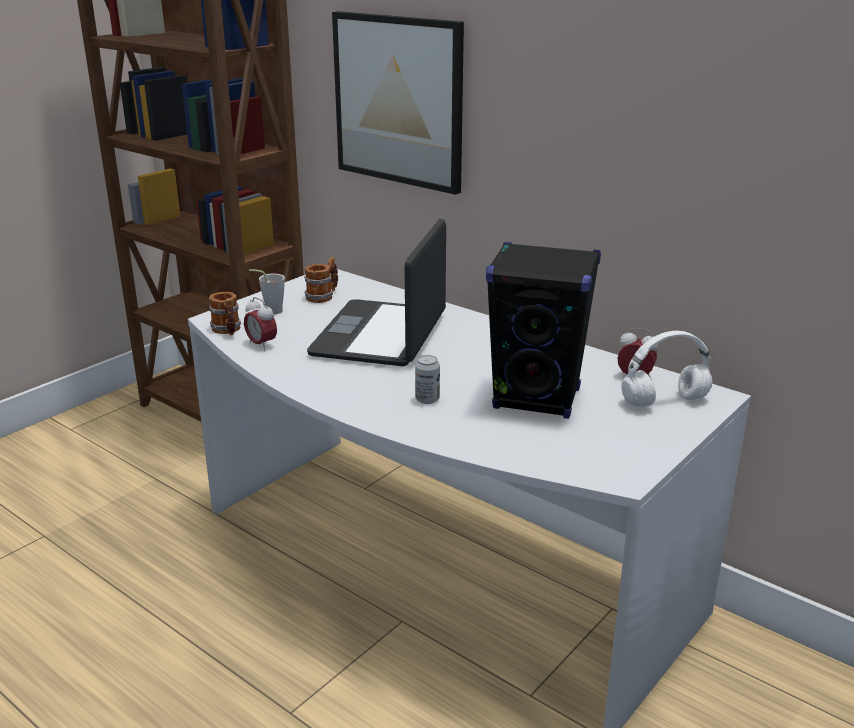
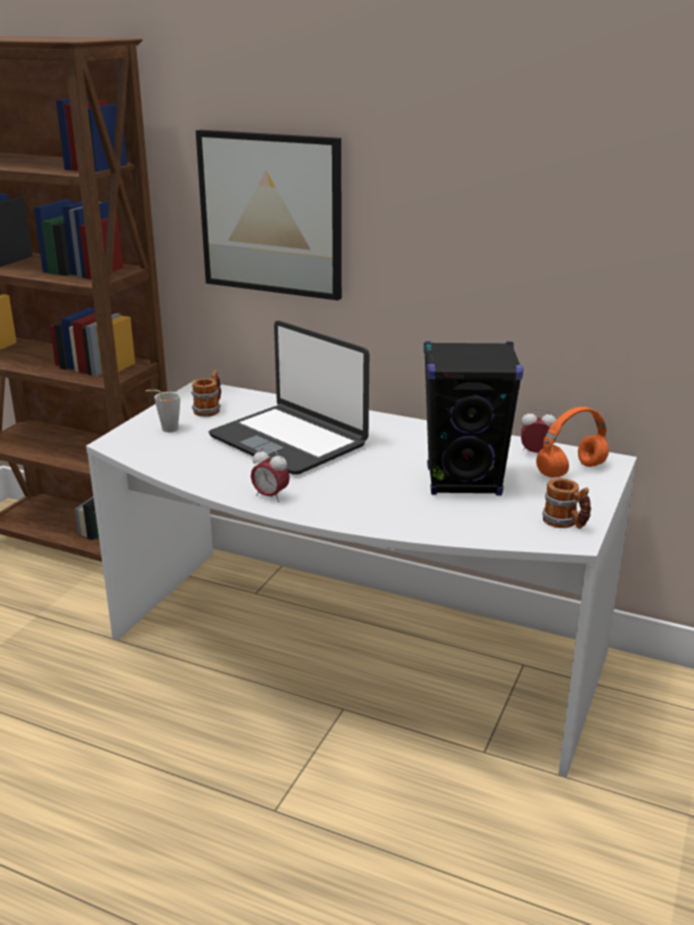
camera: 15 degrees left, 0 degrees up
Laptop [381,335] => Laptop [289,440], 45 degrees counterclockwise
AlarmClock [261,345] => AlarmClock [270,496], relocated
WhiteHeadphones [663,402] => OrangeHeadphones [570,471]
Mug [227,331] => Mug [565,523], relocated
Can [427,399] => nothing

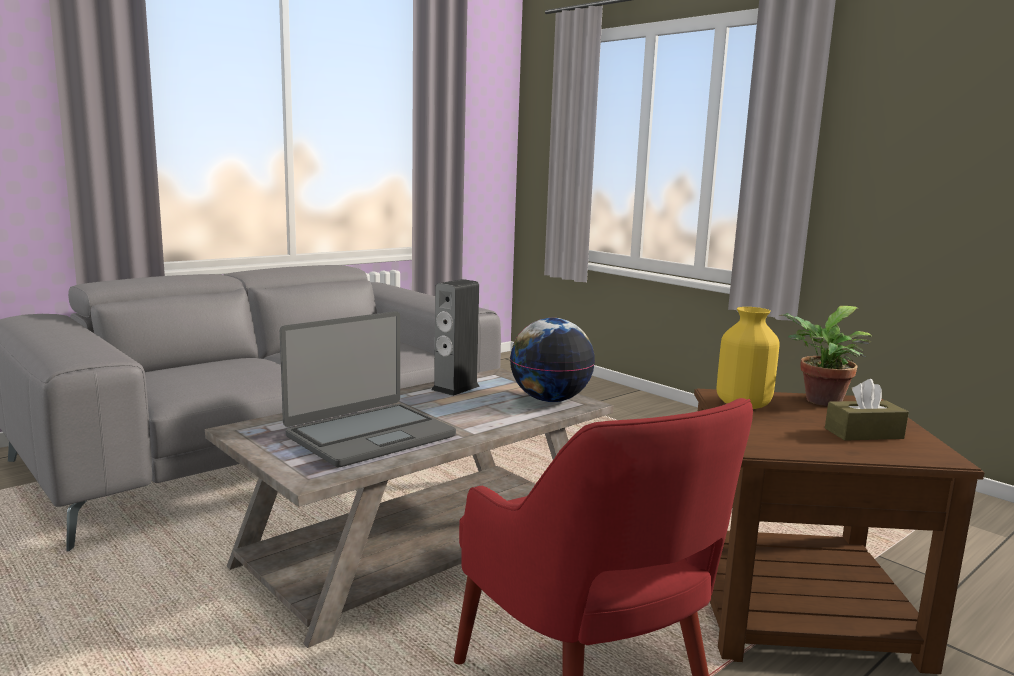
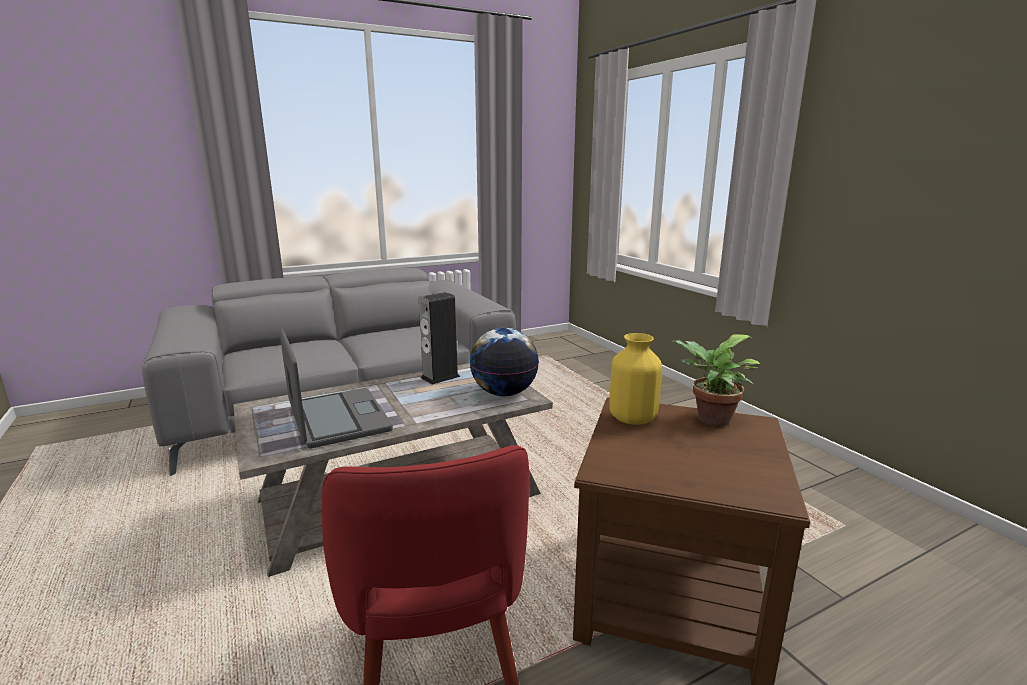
camera: 15 degrees right, 5 degrees up
Laptop [369,435] => Laptop [337,419], 90 degrees counterclockwise
BrownTissueBox [863,433] => nothing

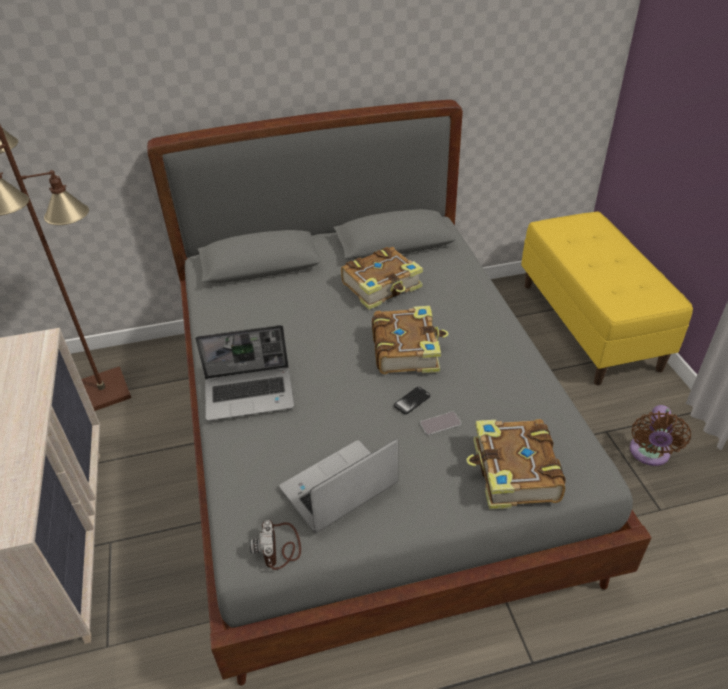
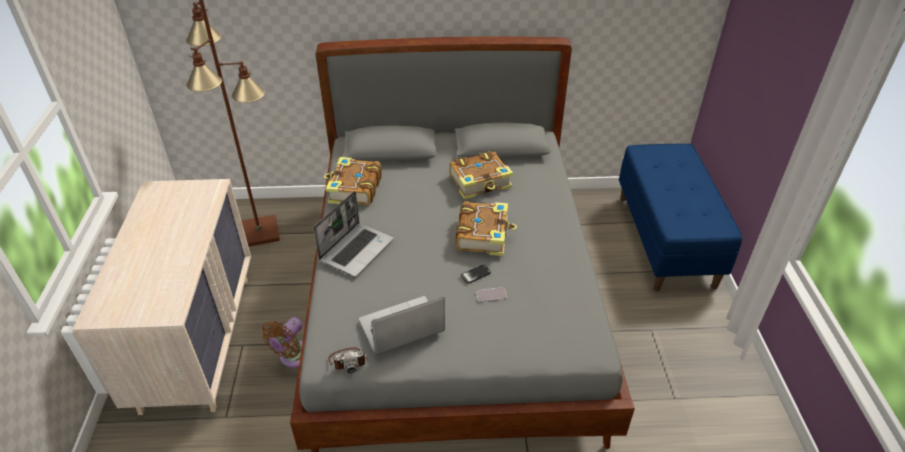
camera: 10 degrees right, 0 degrees up
BrownFan [649,454] => BrownFan [293,357], relocated
Laptop [250,394] => Laptop [356,249], 60 degrees counterclockwise
Book [513,473] => Book [354,189], relocated
PhotoCamera [279,547] => PhotoCamera [348,360], 105 degrees counterclockwise
YellowBench [589,325] => BlueBench [666,240]

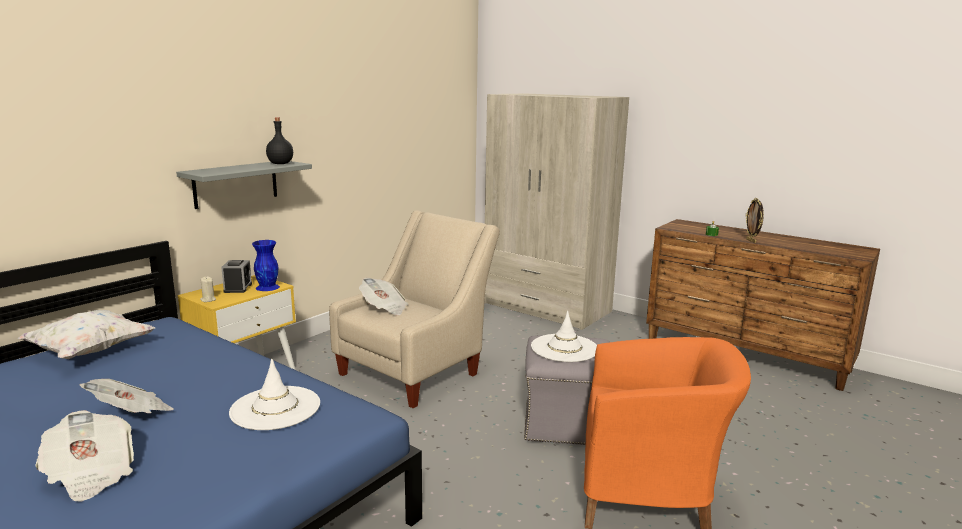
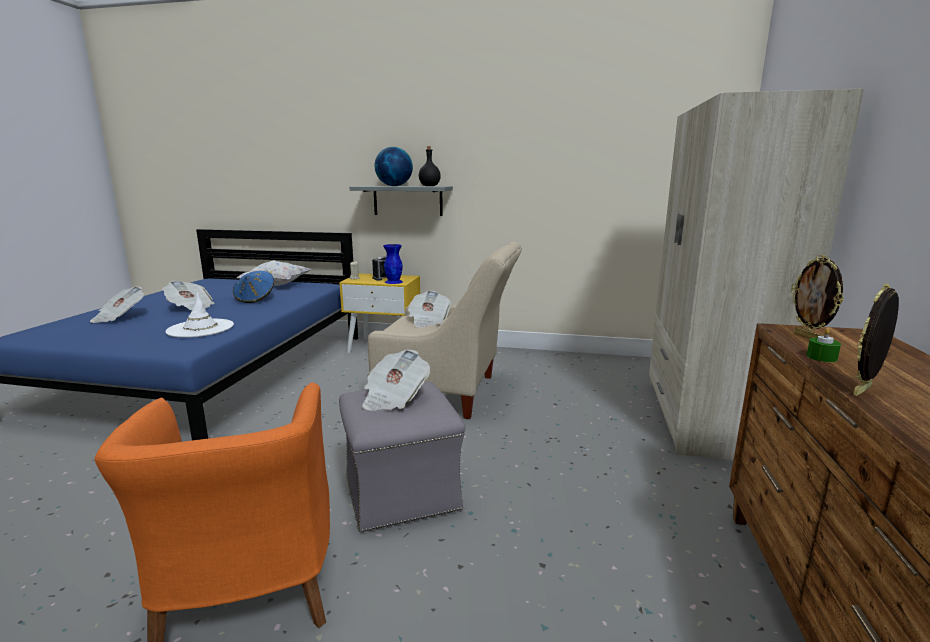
camera: 65 degrees right, 0 degrees up
nothing => BlueHat [255,299]
WhiteHat [564,348] => Newspaper [394,398]
nothing => Globe [394,186]
nothing => PictureFrame [808,337]

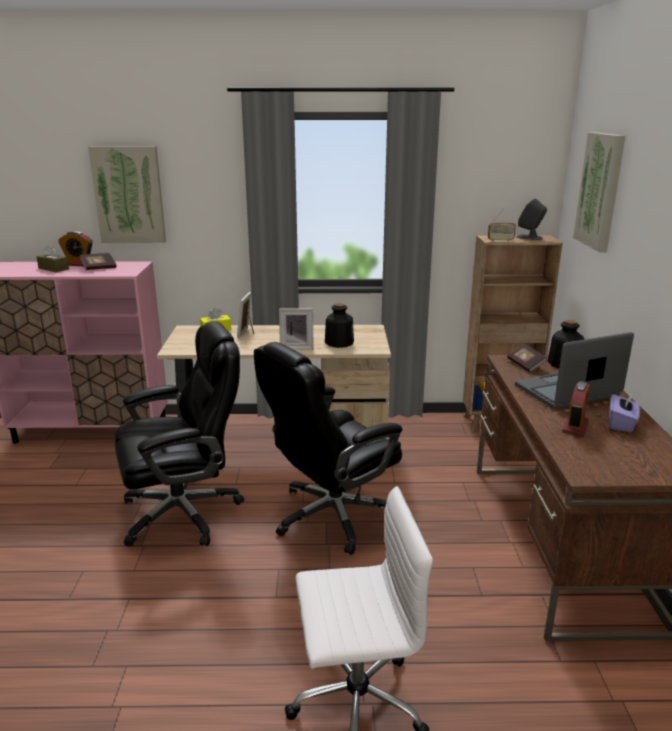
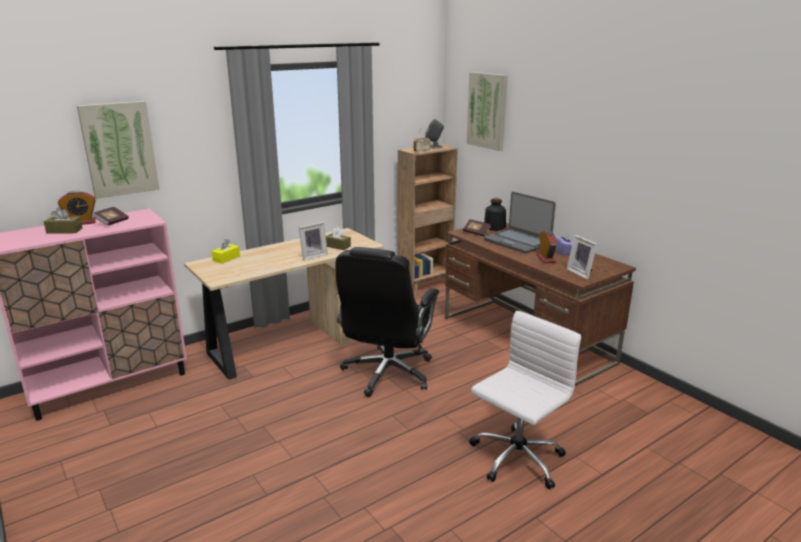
camera: 35 degrees left, 0 degrees up
Bottle [338,342] => BrownTissueBox [337,246]
Laptop [568,391] => Laptop [517,242], 75 degrees counterclockwise
PictureFrame [248,333] => PictureFrame [581,273], relocated
BlackOfficeChair [184,512] => nothing

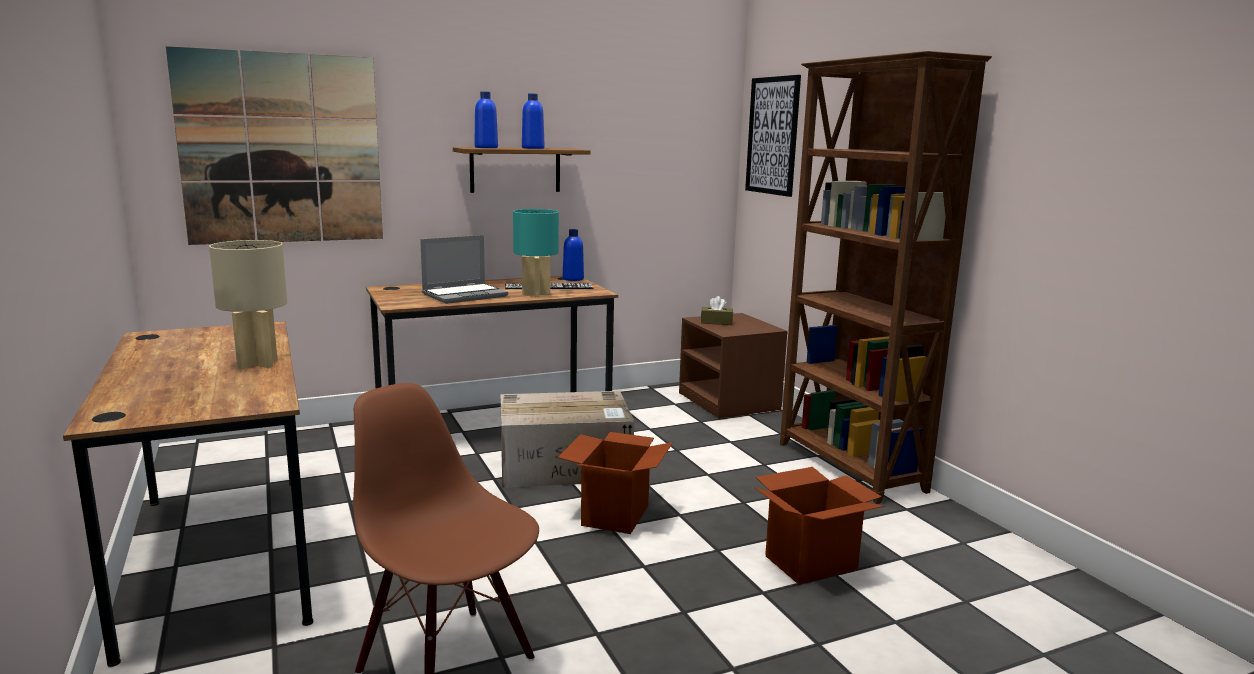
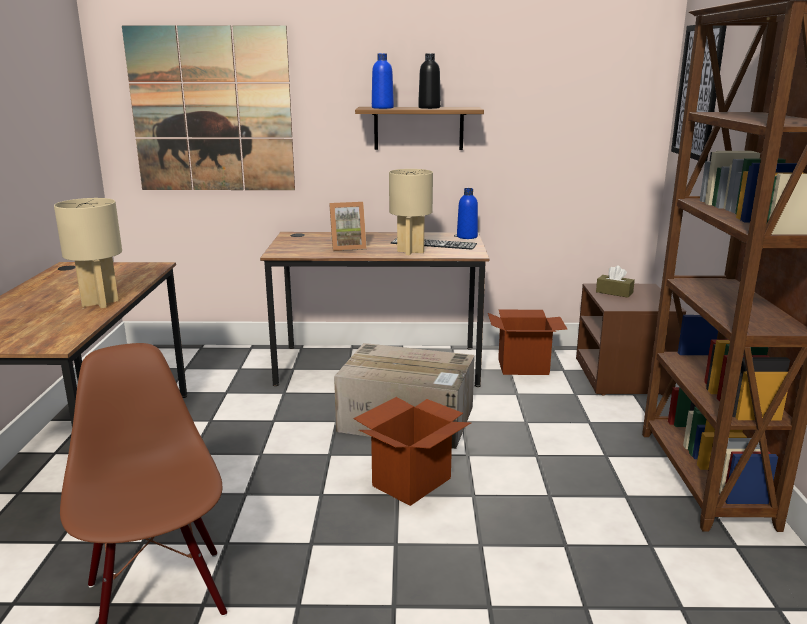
camera: 25 degrees right, 5 degrees up
Laptop [465,295] => PictureFrame [347,247]
TurquoiseTableLamp [535,294] => BeigeTableLamp [410,252]
BlueBottle [533,148] => BlackBottle [429,108]
CardboardBox [811,563] => CardboardBox [523,367], relocated

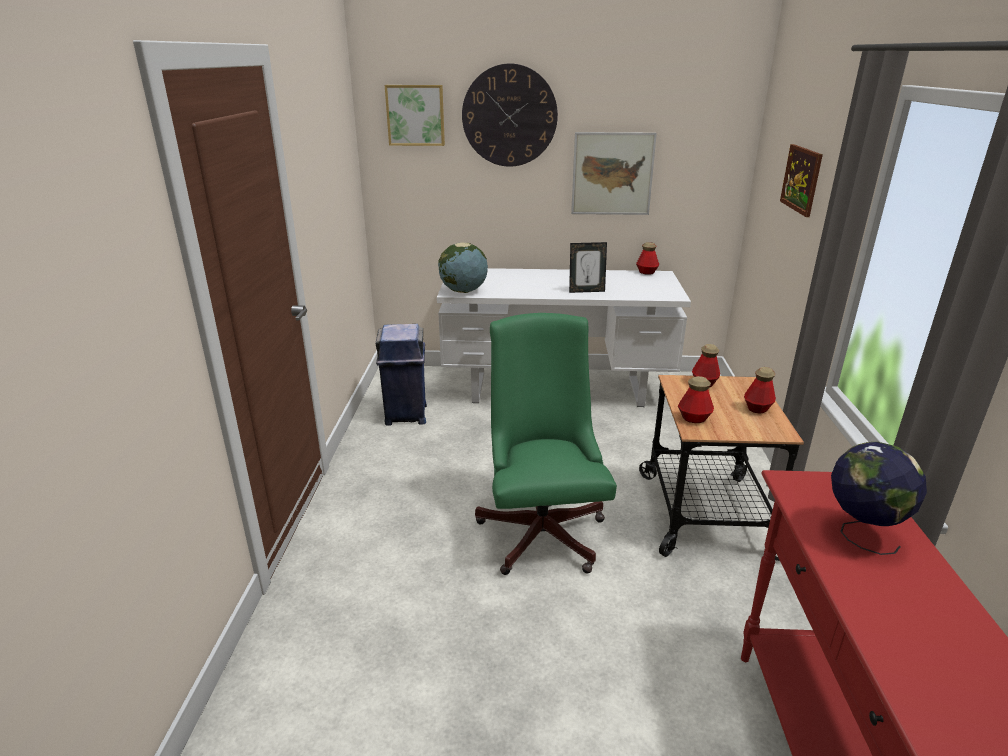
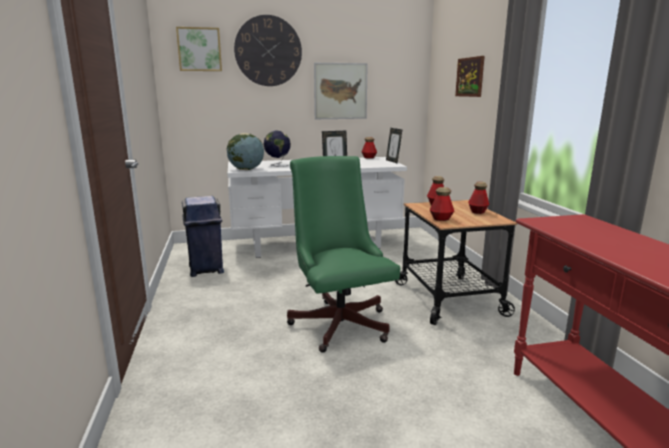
camera: 15 degrees left, 10 degrees down
Globe [861,534] => Globe [277,165], relocated
nothing => PictureFrame [393,161]

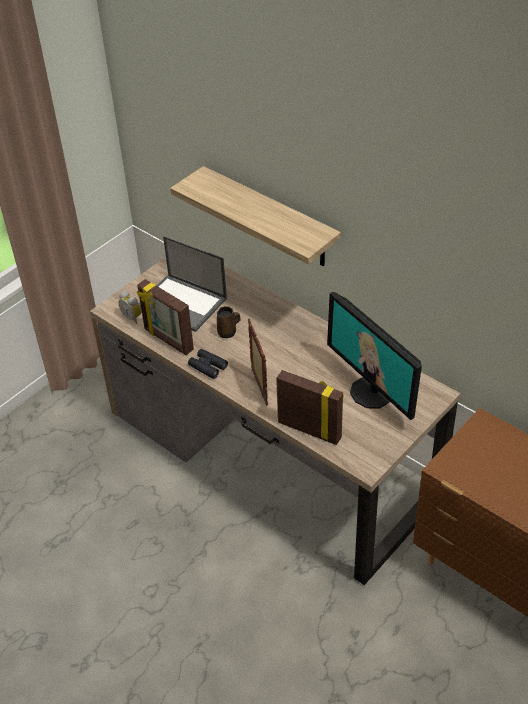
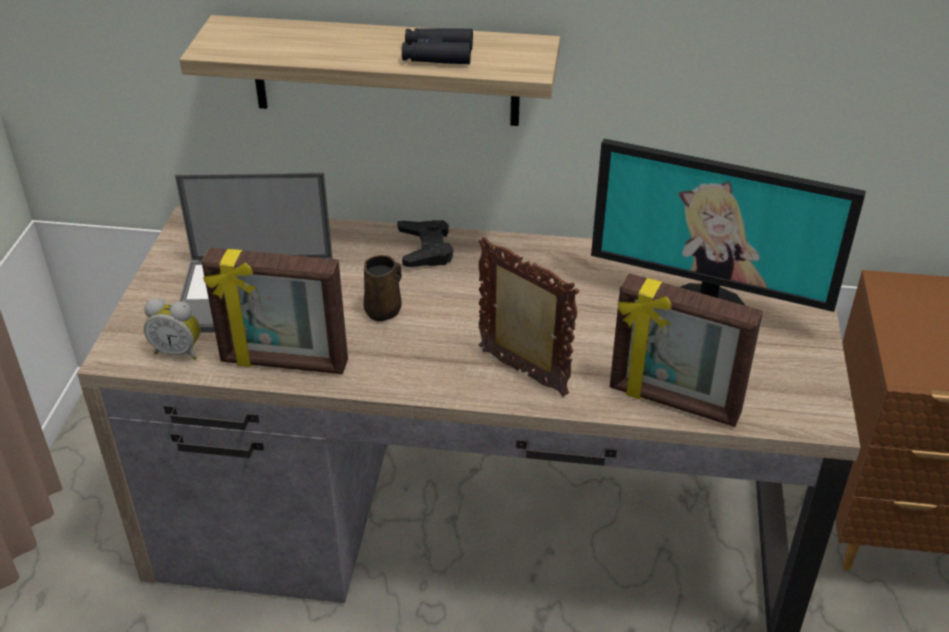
camera: 35 degrees left, 5 degrees down
nothing => BlackGameController [425,249]
BlackBinoculars [207,366] => BlackBinoculars [437,55], relocated
PictureFrame [310,429] => PictureFrame [673,402], 150 degrees counterclockwise

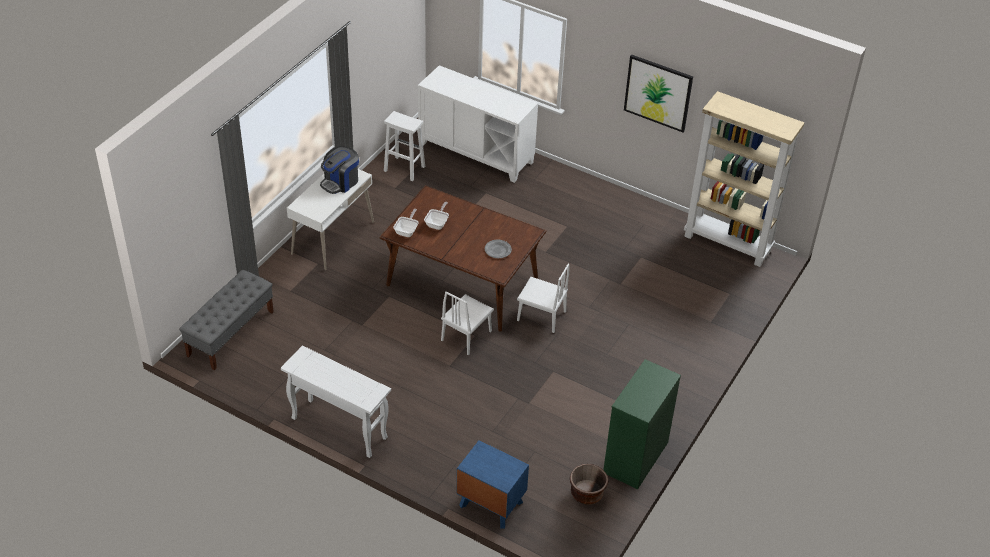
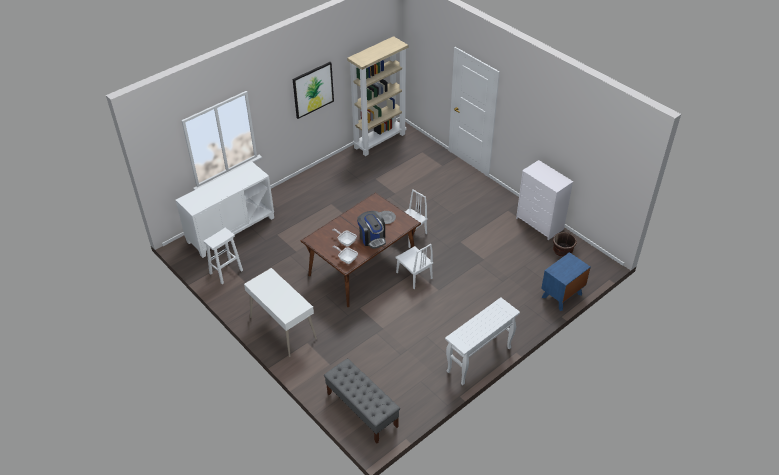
camera: 70 degrees left, 0 degrees up
CoffeeMachine [340,182] => CoffeeMachine [372,238], relocated
GreenDresser [635,458] => WhiteDresser [540,224]

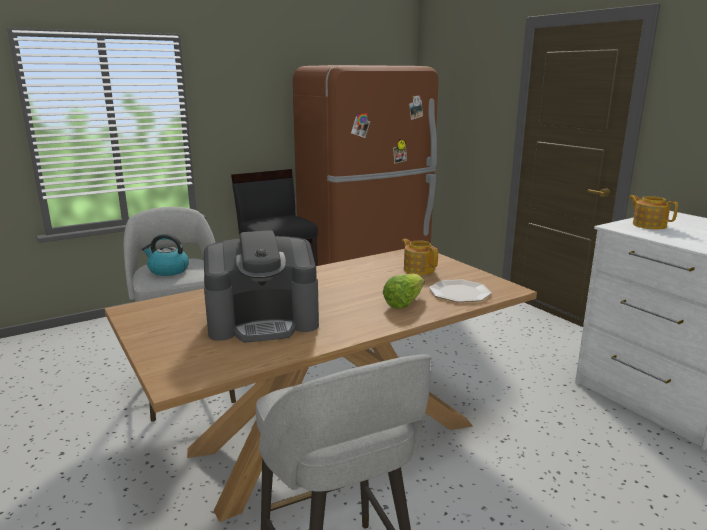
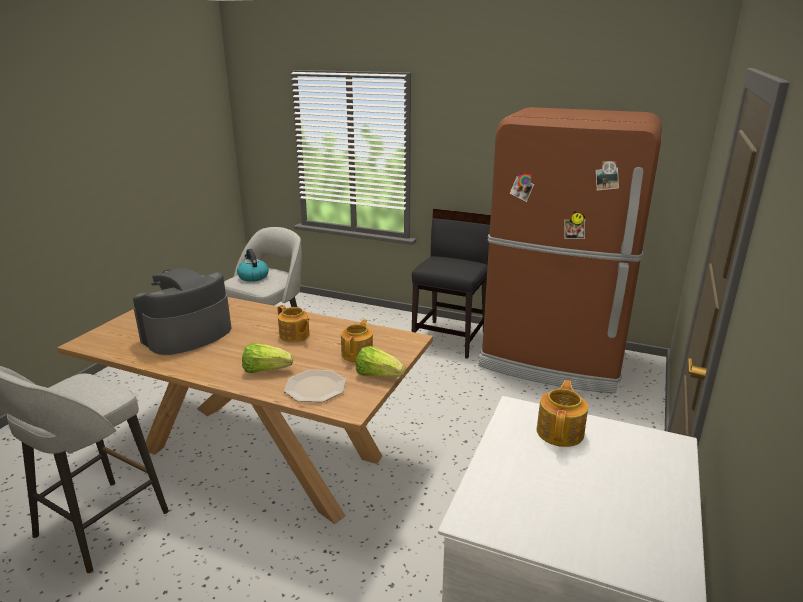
camera: 55 degrees right, 5 degrees up
CoffeeMachine [263,321] => CoffeeMachine [187,334], 90 degrees clockwise
nothing => Teapot [294,336]
nothing => Lettuce [378,375]

